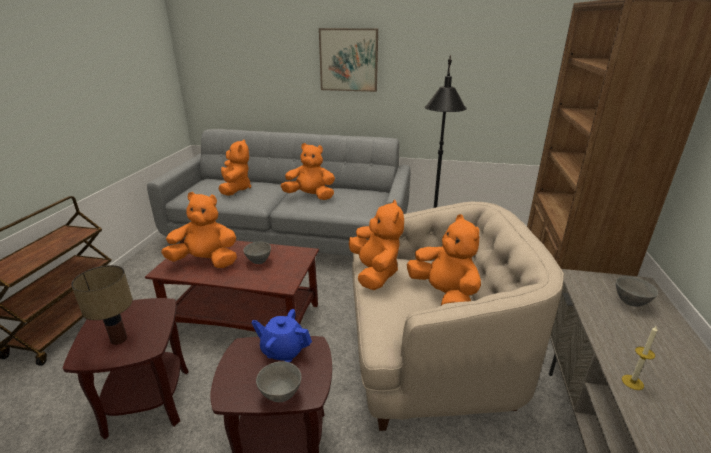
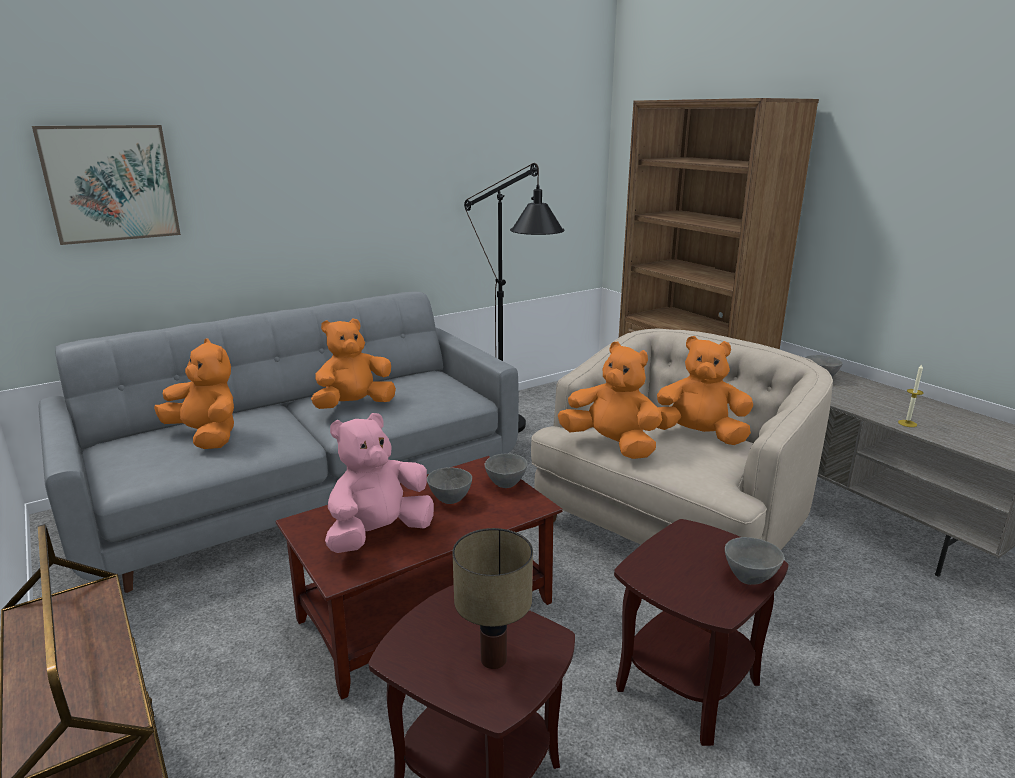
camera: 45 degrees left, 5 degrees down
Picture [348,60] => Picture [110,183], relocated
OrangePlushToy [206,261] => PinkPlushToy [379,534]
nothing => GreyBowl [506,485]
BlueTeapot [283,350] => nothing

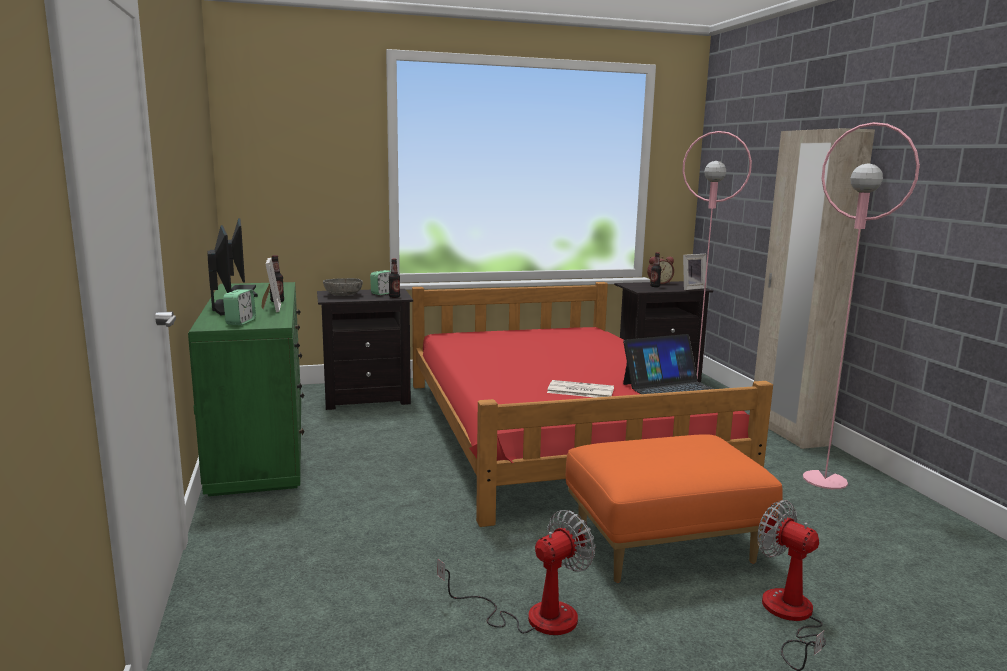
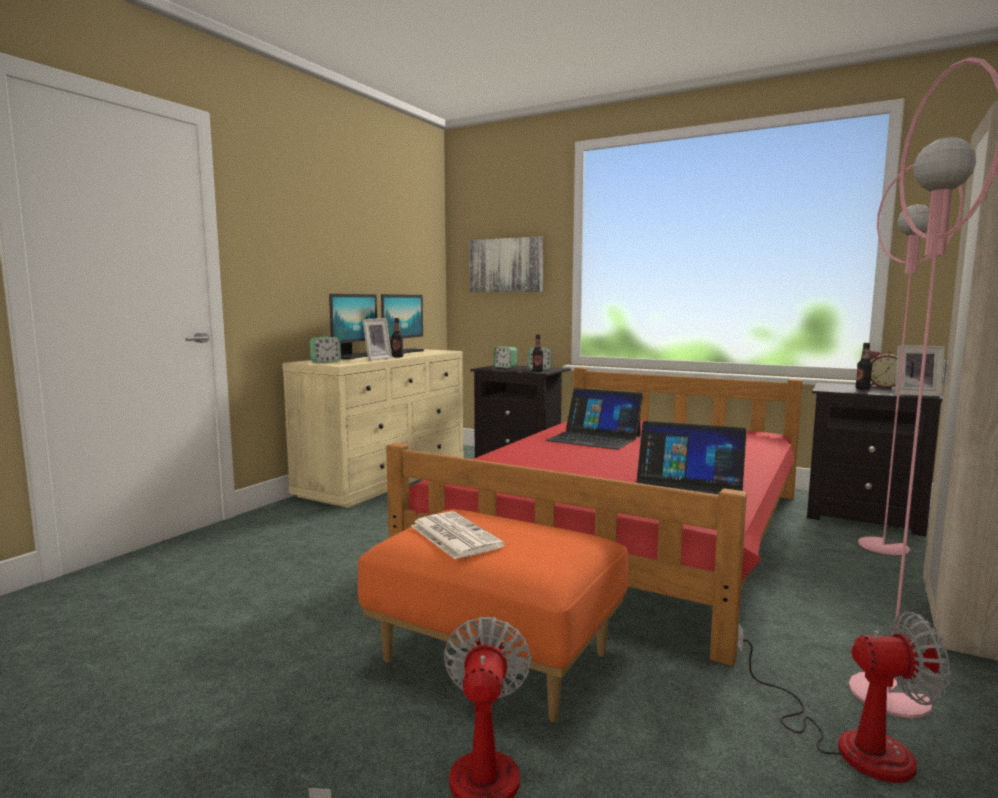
camera: 45 degrees right, 5 degrees down
GreenDresser [260,446] => BeigeDresser [386,478]
Newspaper [579,390] => Newspaper [453,536], relocated
nothing => Picture [506,265]
GreyBowl [343,295] => AlarmClock [505,367]
nothing => Laptop [594,438]
Fan [533,616] => Fan [849,741], relocated

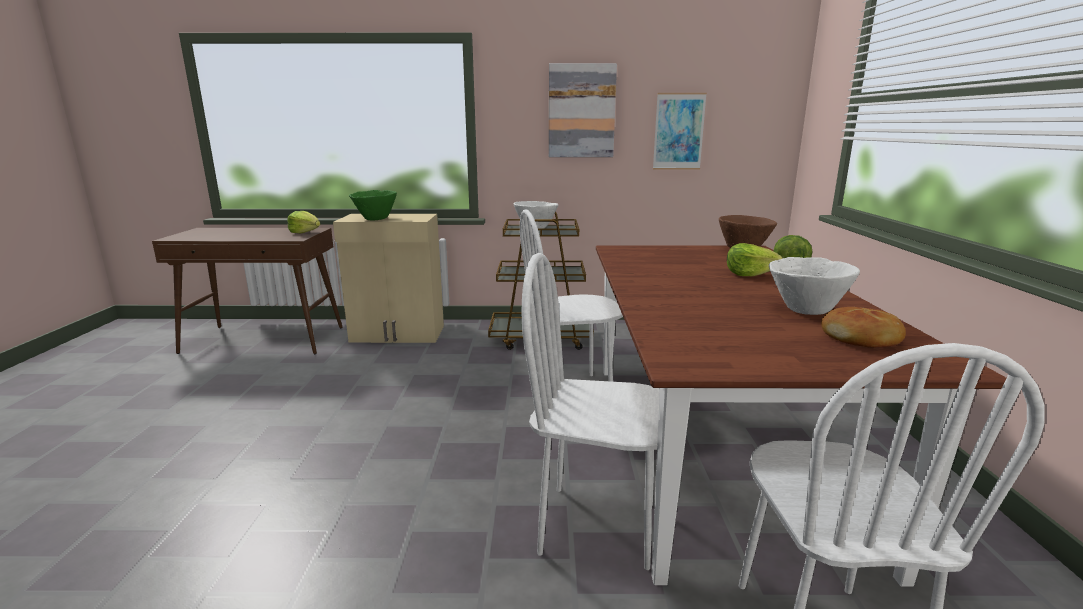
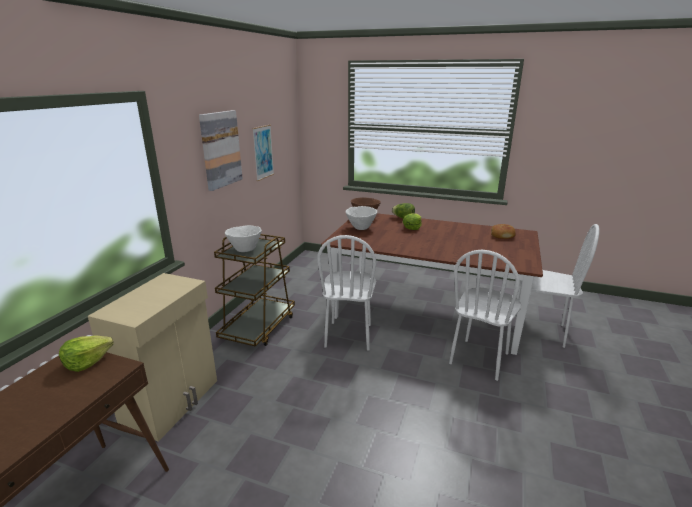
camera: 70 degrees left, 5 degrees up
WhiteBowl [806,310] => WhiteBowl [361,228], relocated
GreenBowl [375,219] => nothing

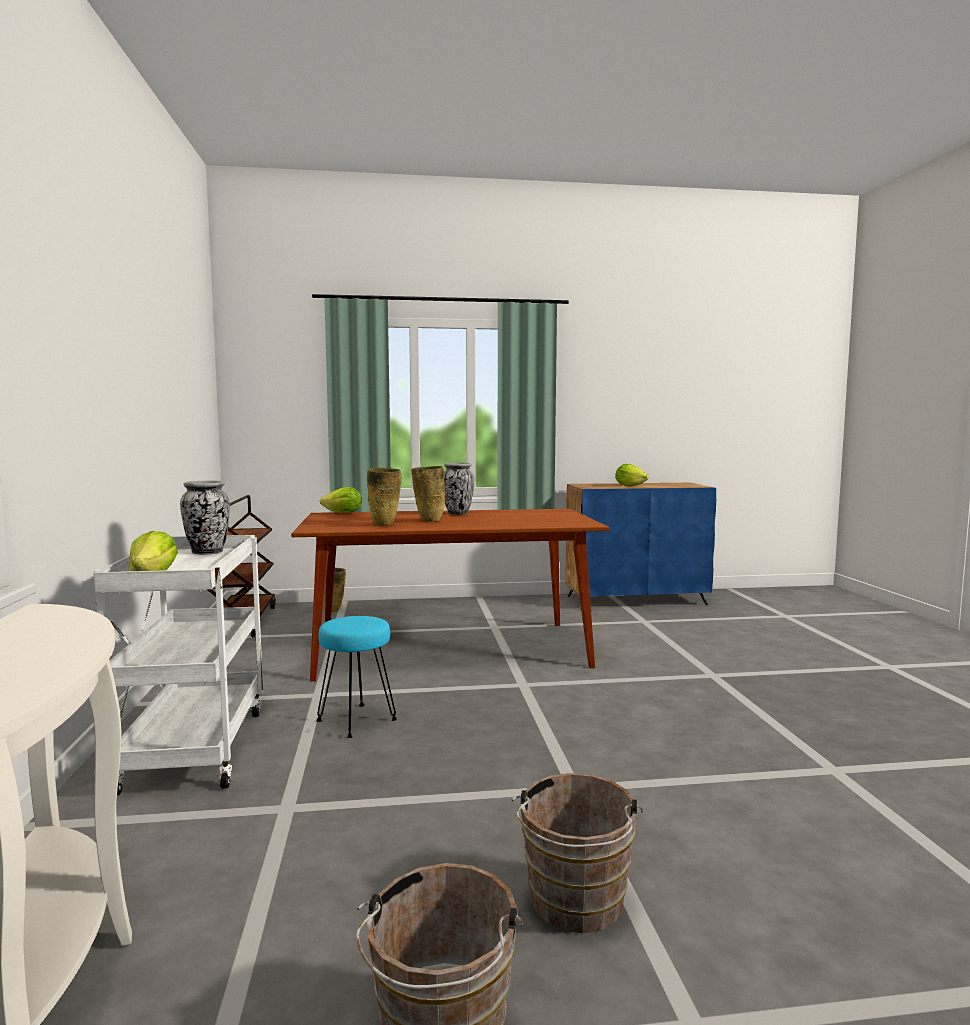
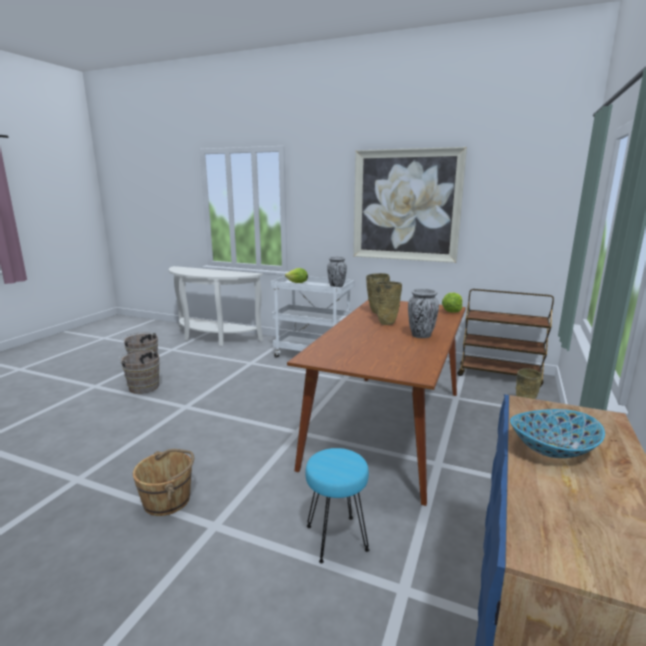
camera: 120 degrees right, 10 degrees up
nothing => BrownBucket [168,500]
TurquoiseStool [356,721] => TurquoiseStool [335,538], relocated
nothing => Picture [406,205]
Lettuce [630,486] => Bowl [553,450]

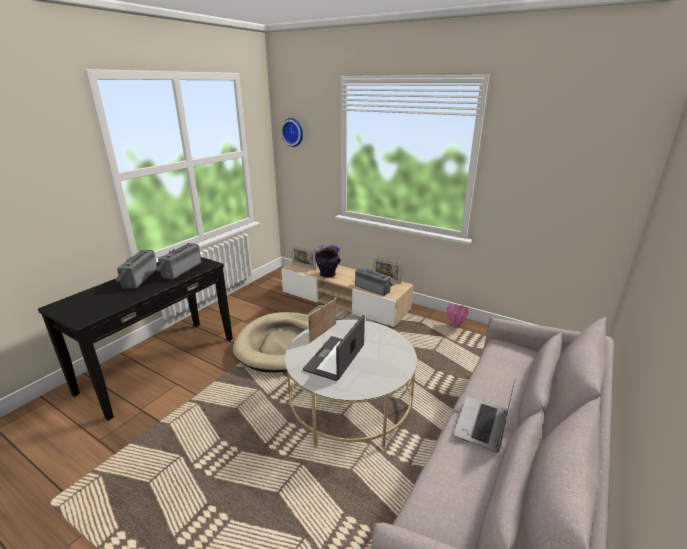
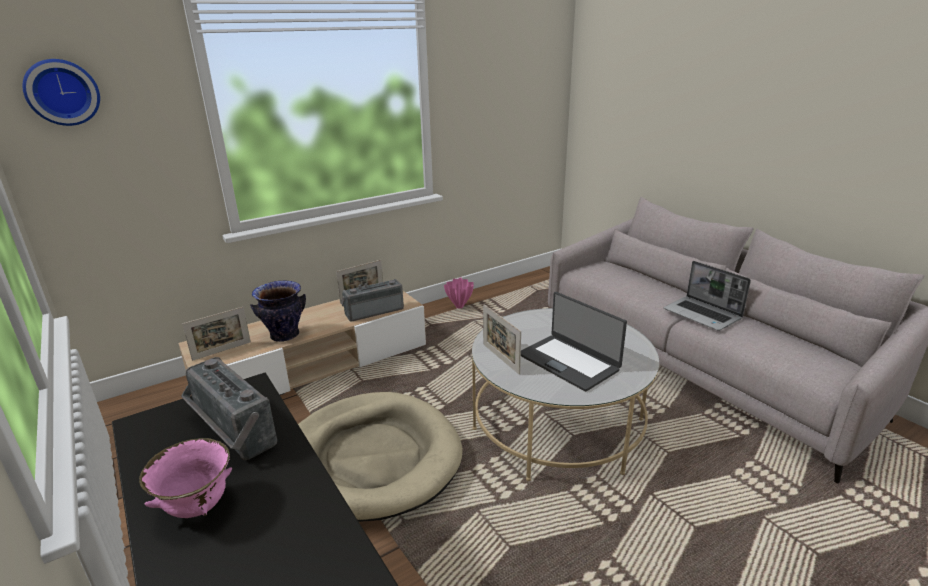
camera: 65 degrees left, 0 degrees up
Radio [138,278] => PinkBowl [197,508]

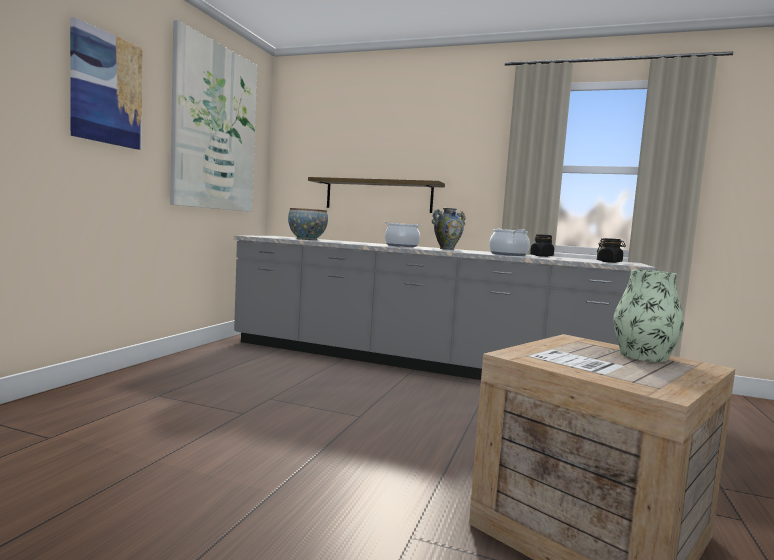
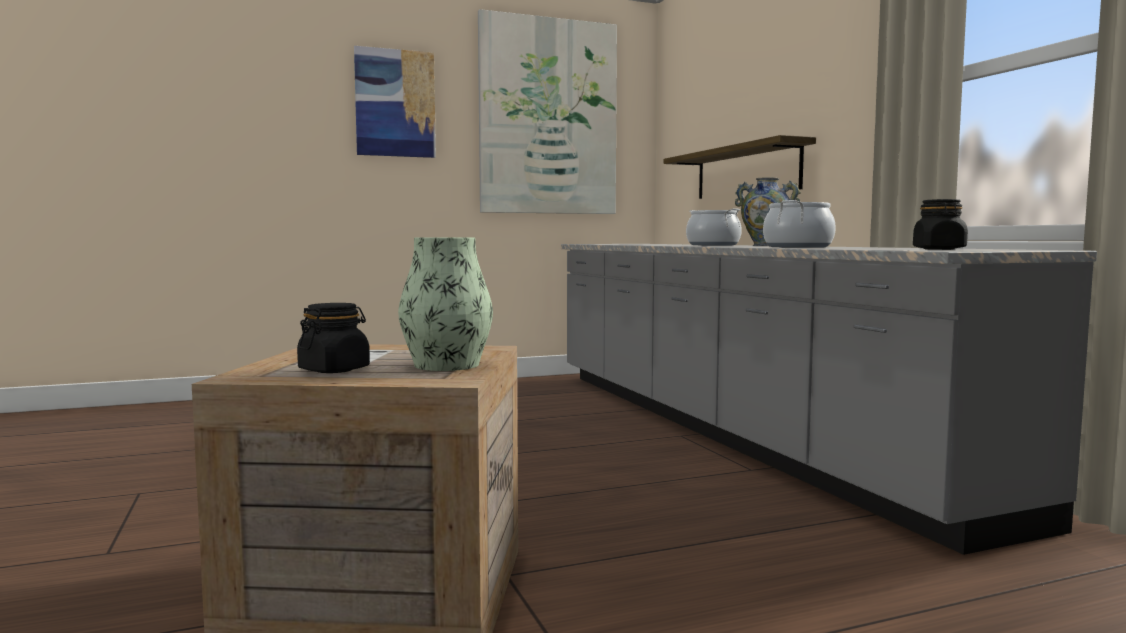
camera: 50 degrees right, 0 degrees up
BlackJar [541,256] => BlackJar [334,370], relocated
Bowl [307,239] => nothing

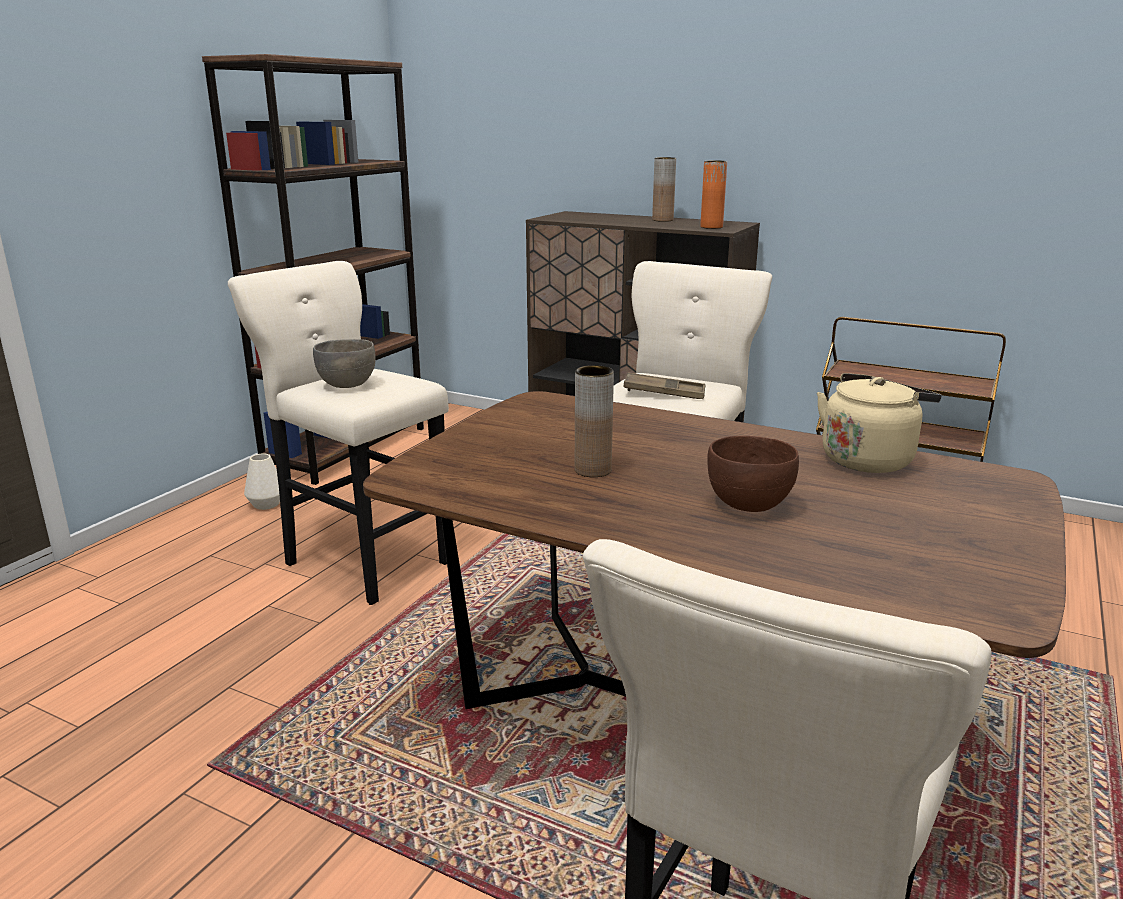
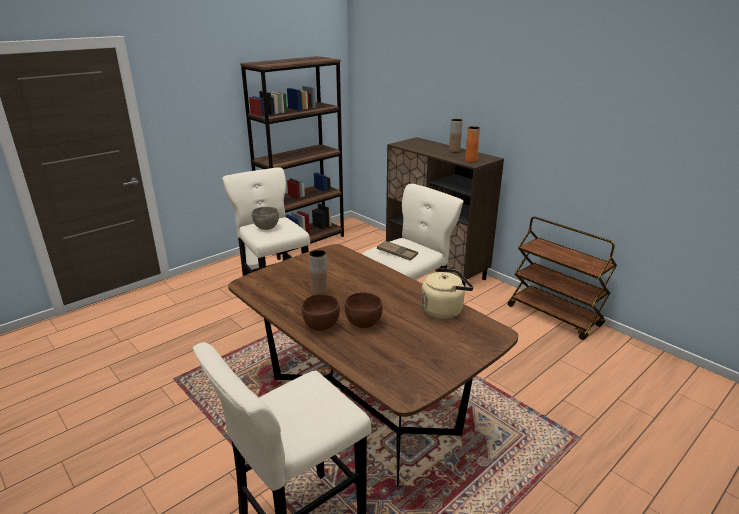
camera: 20 degrees right, 5 degrees up
nothing => BrownBowl [321,326]

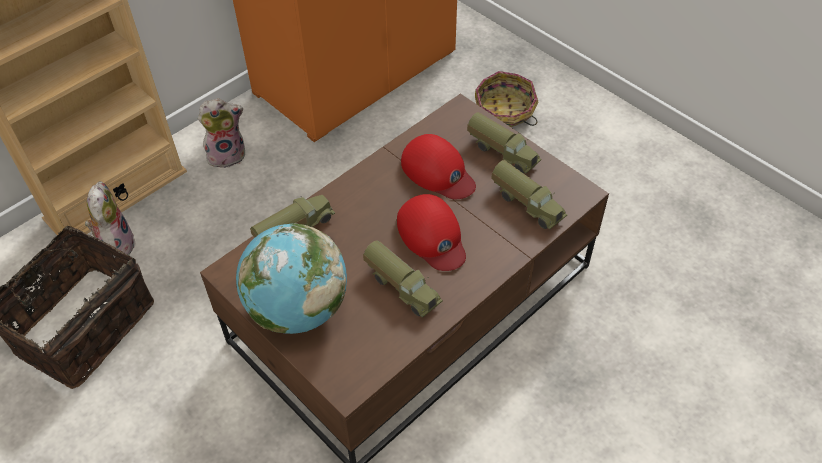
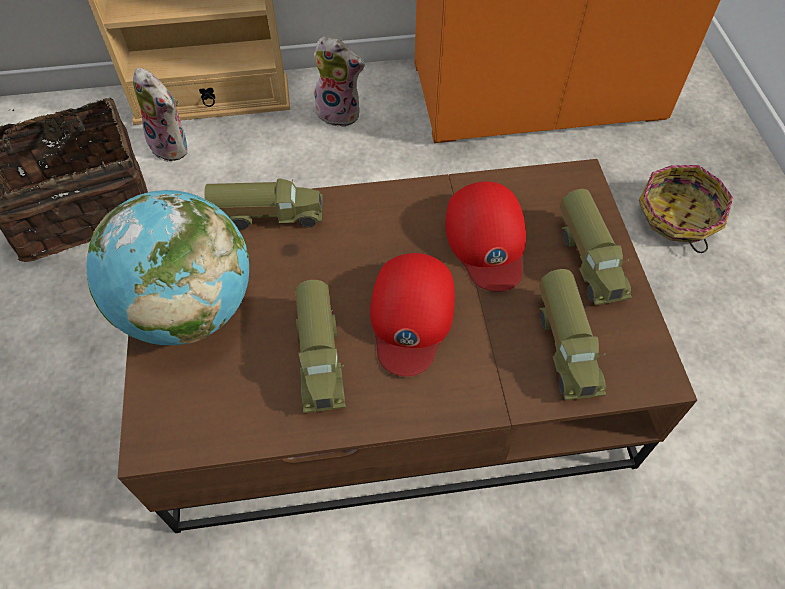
camera: 35 degrees right, 5 degrees up
PlushToy [116,244] => PlushToy [173,146], 105 degrees clockwise

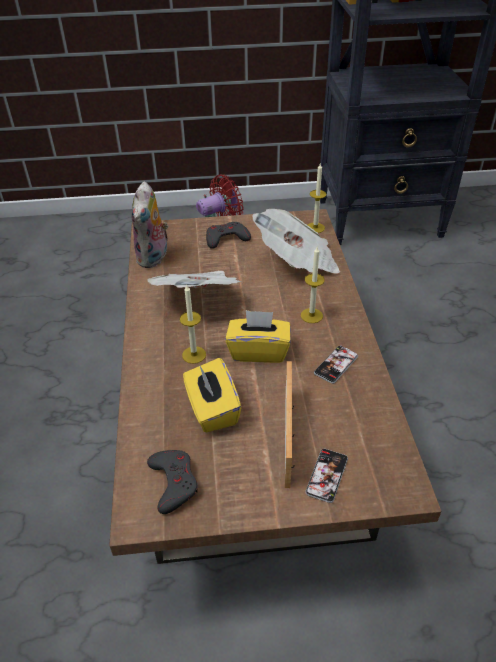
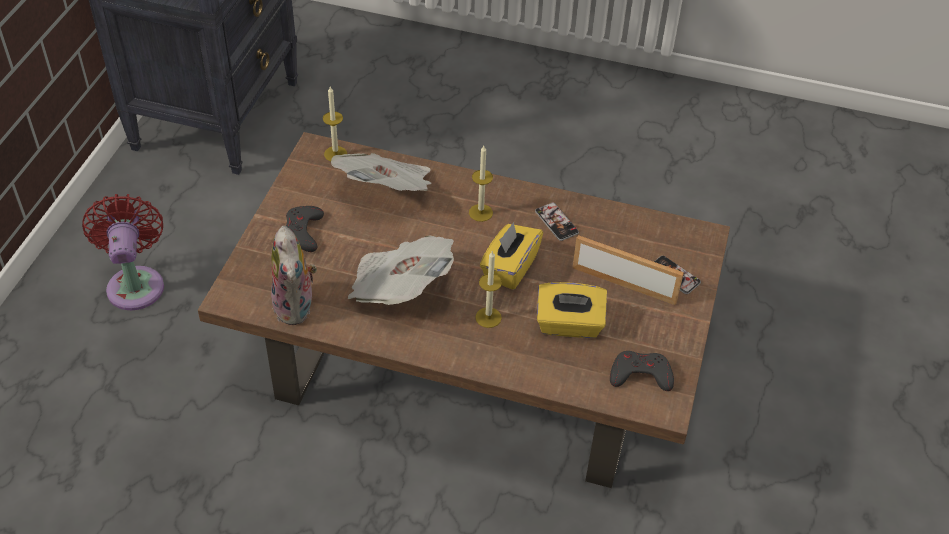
camera: 70 degrees left, 5 degrees up
PlushToy [154,258] => PlushToy [297,307], 45 degrees clockwise

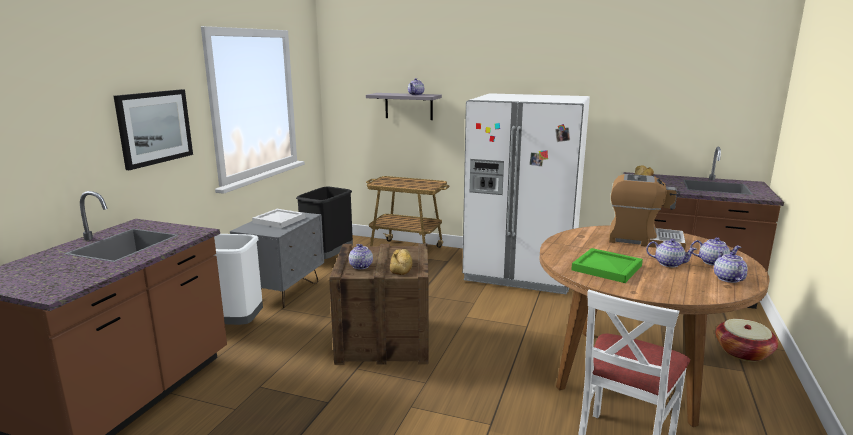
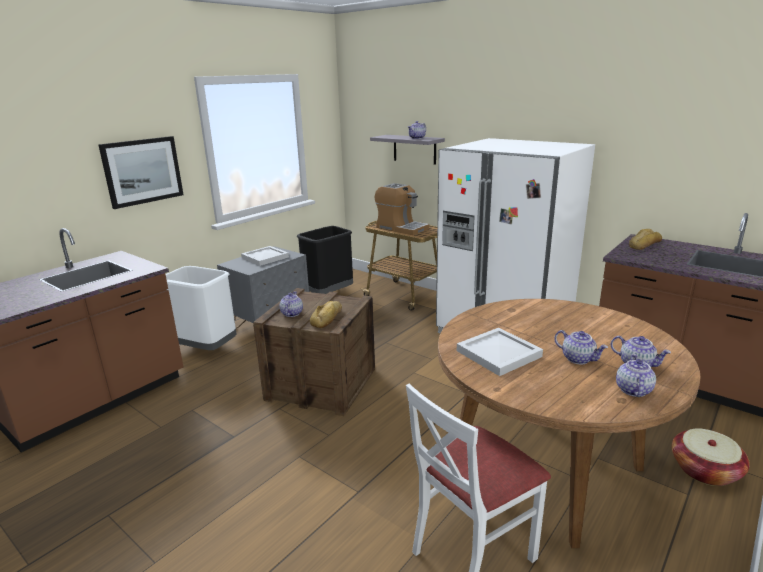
camera: 20 degrees right, 5 degrees up
CoffeeMachine [643,240] => CoffeeMachine [401,228], relocated
GreenTray [605,268] => WhiteTray [497,353]

